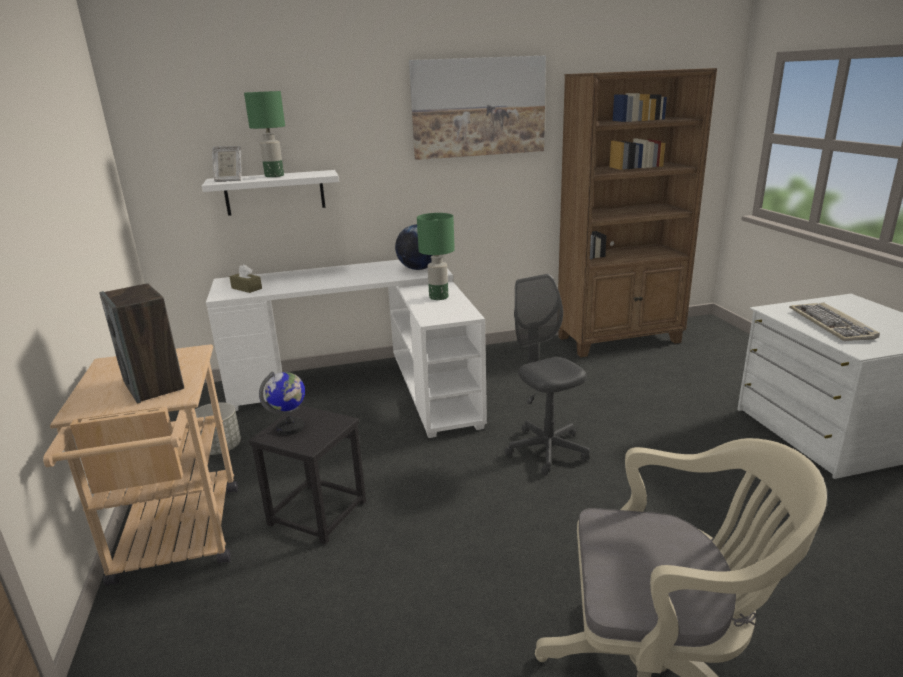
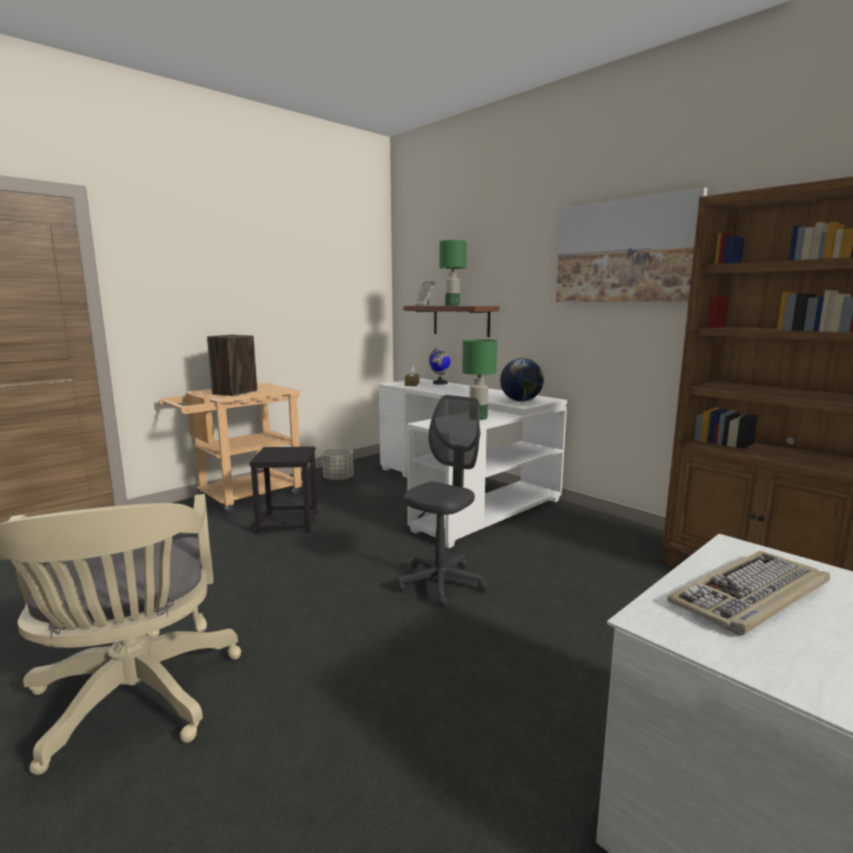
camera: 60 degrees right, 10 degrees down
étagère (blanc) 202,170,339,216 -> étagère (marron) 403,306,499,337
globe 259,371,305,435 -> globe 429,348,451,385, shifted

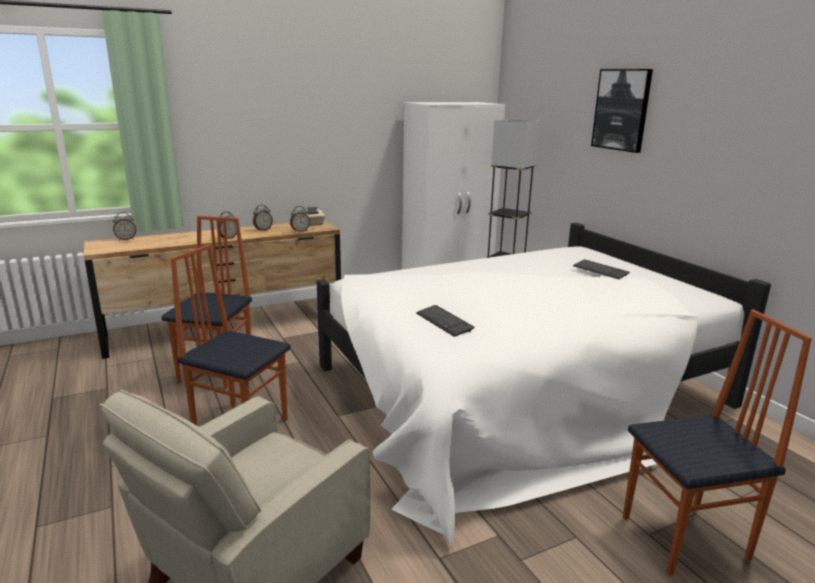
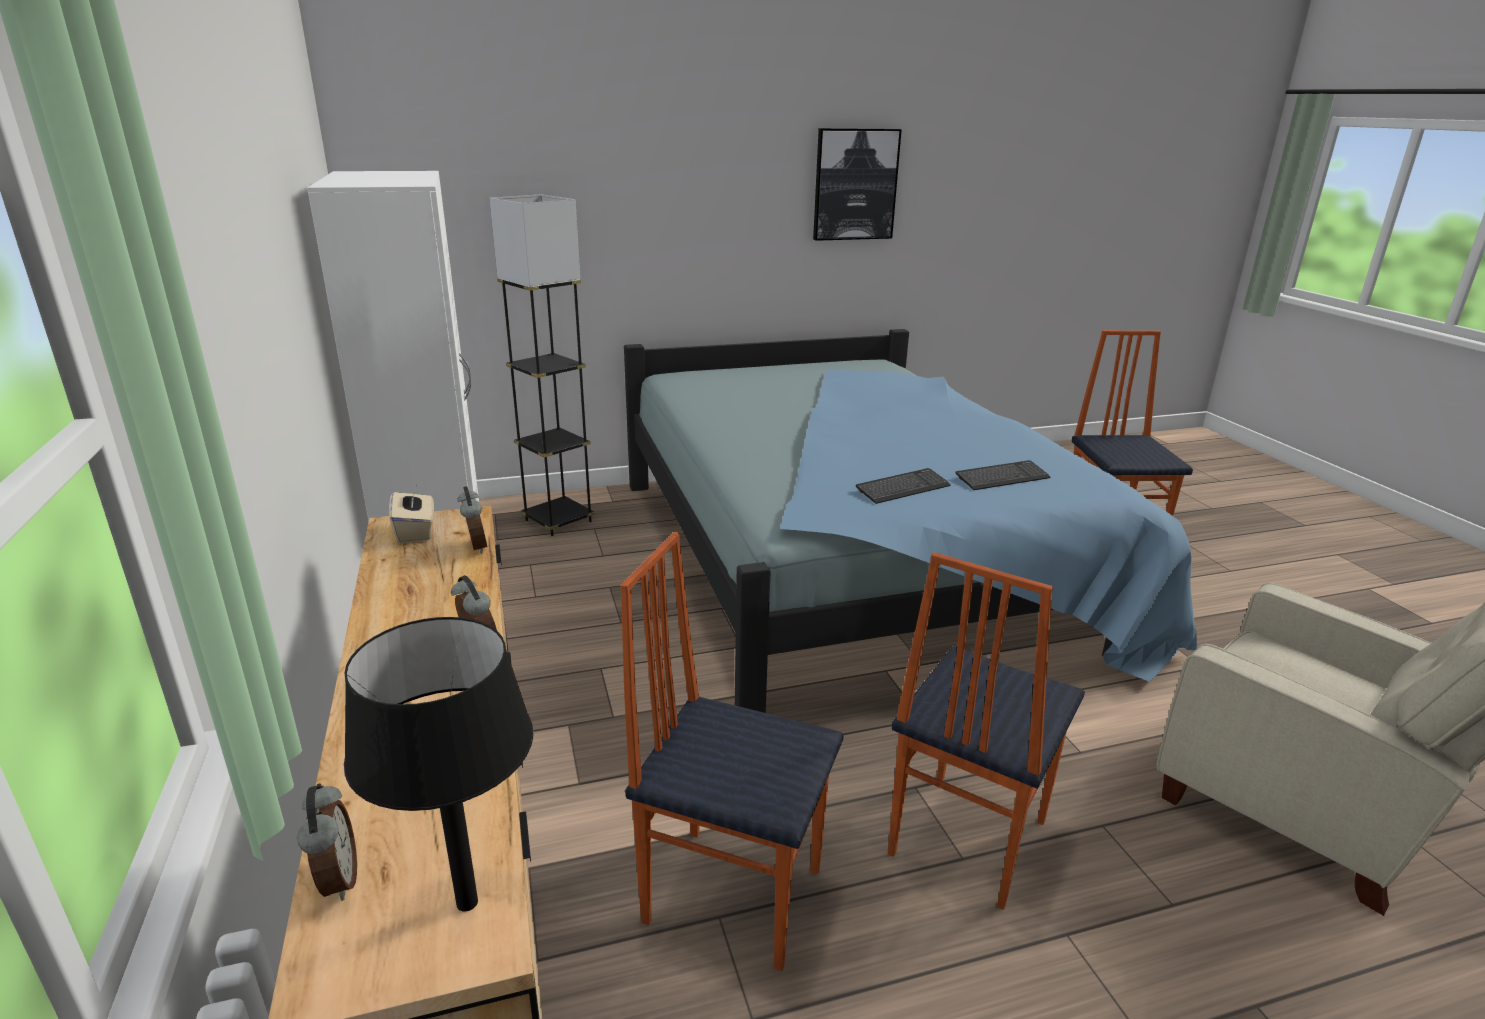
camera: 80 degrees left, 5 degrees up
tableau 591,69,653,153 -> tableau 813,128,902,241, shifted
réveil 253,205,273,231 -> none
lit (blanc) 317,223,771,547 -> lit (bleu) 624,329,1197,713
clavier 573,259,630,279 -> clavier 856,468,951,504, shifted
none -> lampe de table (noir) 344,617,534,912

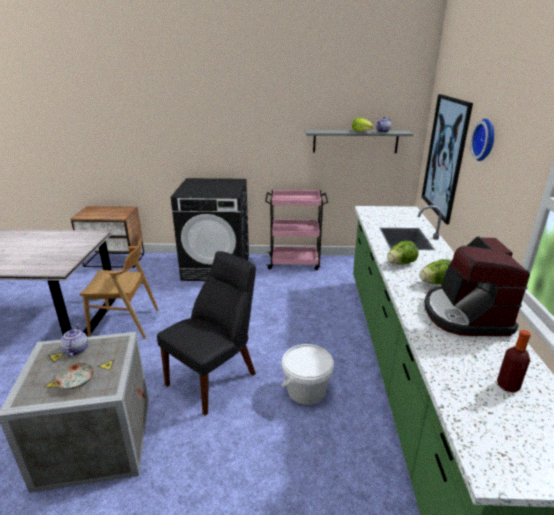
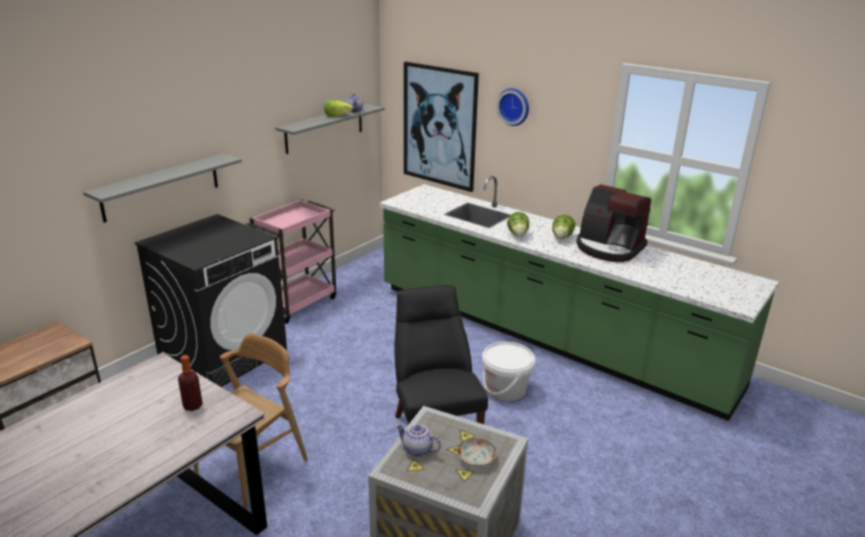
camera: 55 degrees left, 0 degrees up
bouteille 497,330,531,393 -> bouteille 178,355,203,411, shifted
none -> étagère (gris) 83,154,242,223

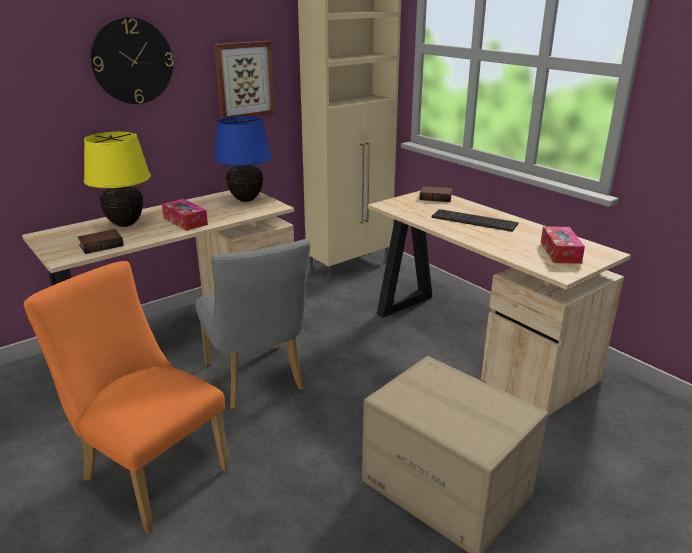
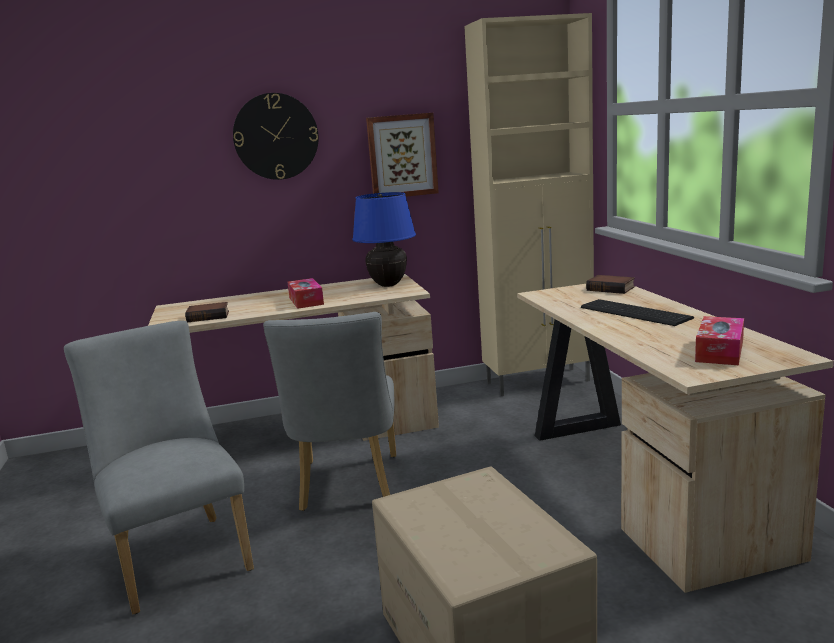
camera: 25 degrees right, 10 degrees down
lampe de table (jaune) 84,132,151,227 -> none
chaise (orange) 24,261,230,533 -> chaise (gris) 64,321,254,614

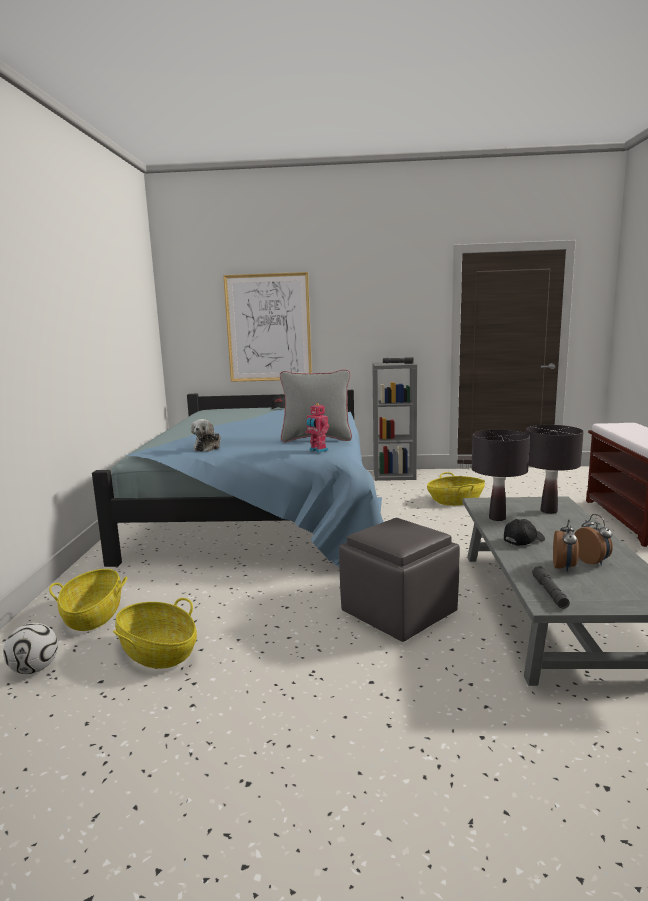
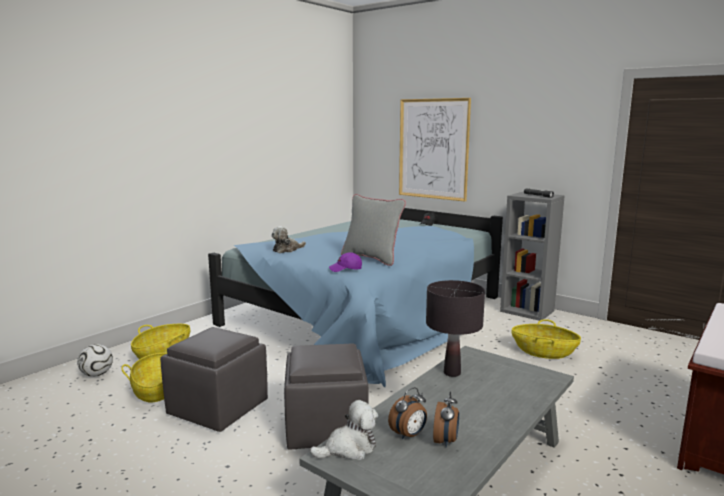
camera: 35 degrees right, 0 degrees up
robot jouet 305,403,329,453 -> casquette (violet) 329,253,362,272
lampe de table (noir) 526,425,584,514 -> none
casquette (noir) 504,519,545,545 -> none
lampe de poche (gris) 532,566,570,609 -> peluche 310,400,378,460
none -> pouf (gris) 160,327,268,432

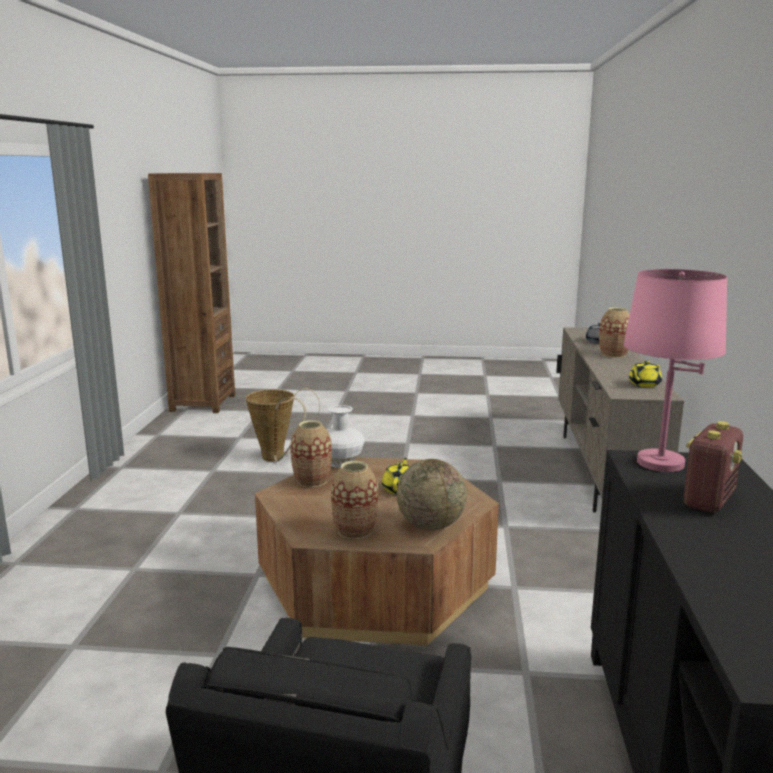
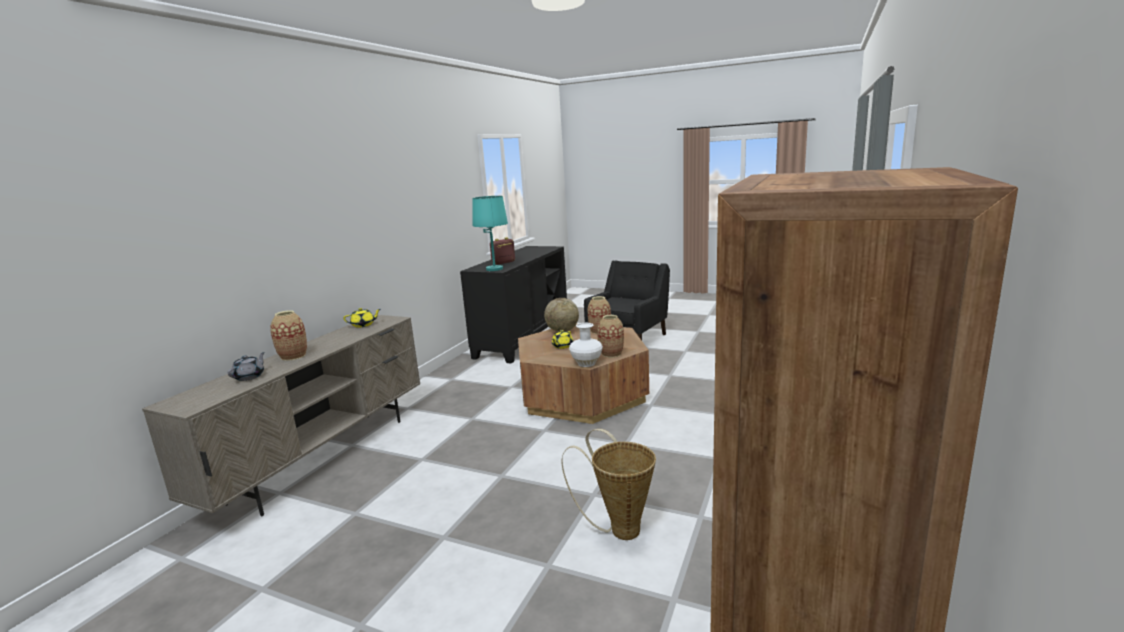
camera: 160 degrees left, 0 degrees up
lampe de table (rose) 623,269,727,472 -> lampe de table (turquoise) 472,196,508,271

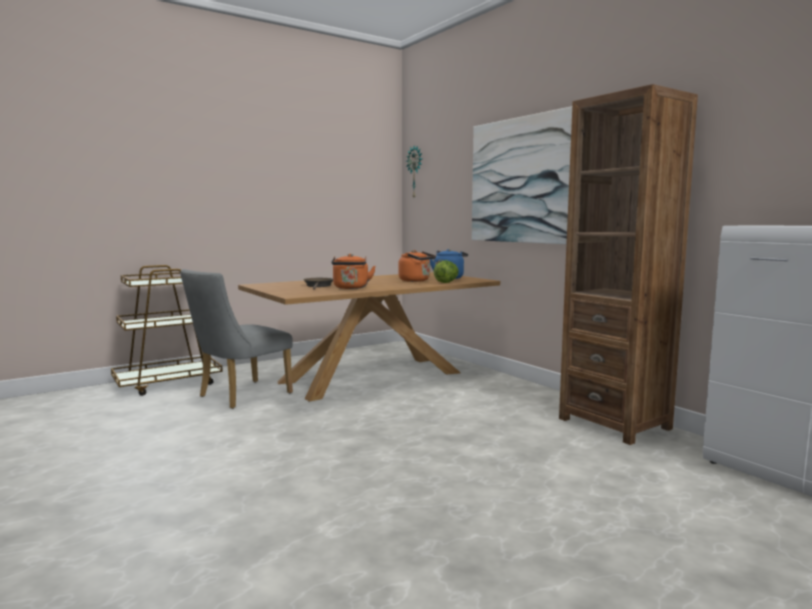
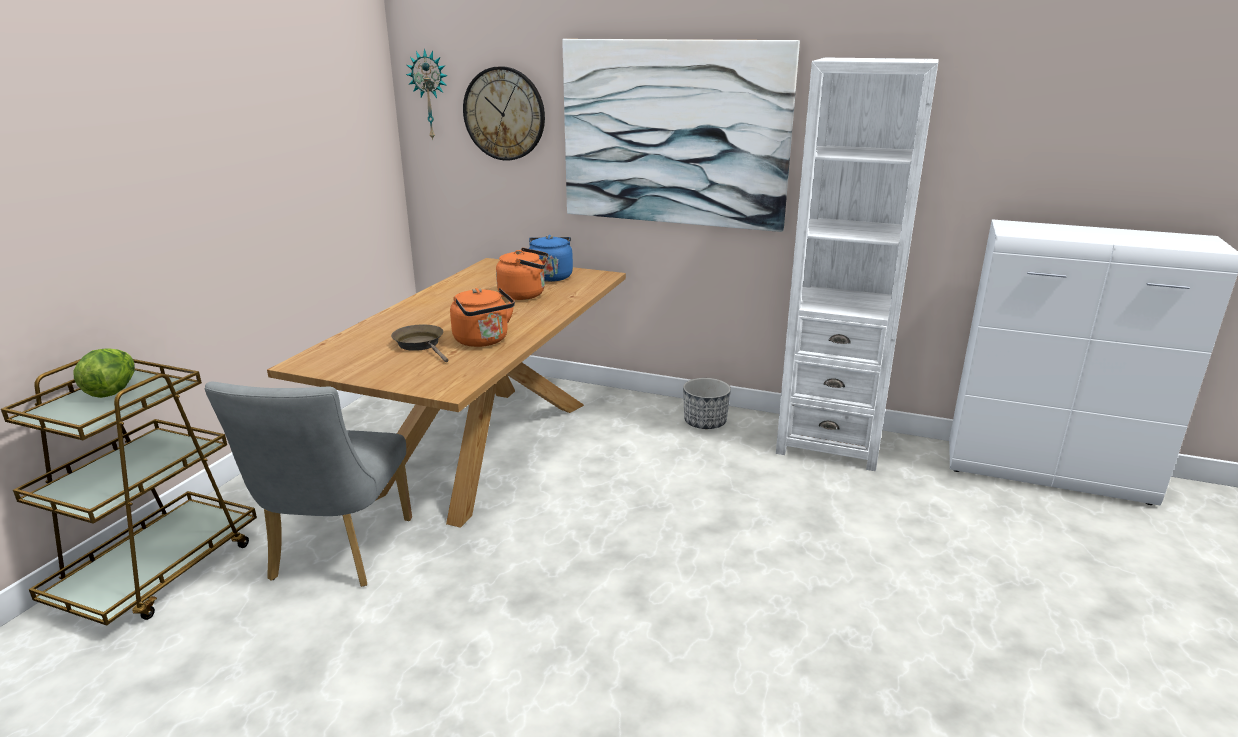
camera: 35 degrees left, 15 degrees up
bibliothèque (marron) 559,84,698,445 -> bibliothèque (blanc) 776,58,939,471
laitue 434,260,459,283 -> laitue 73,348,135,398, shifted
none -> horloge murale 463,66,545,161
none -> cache-pot 683,378,731,429

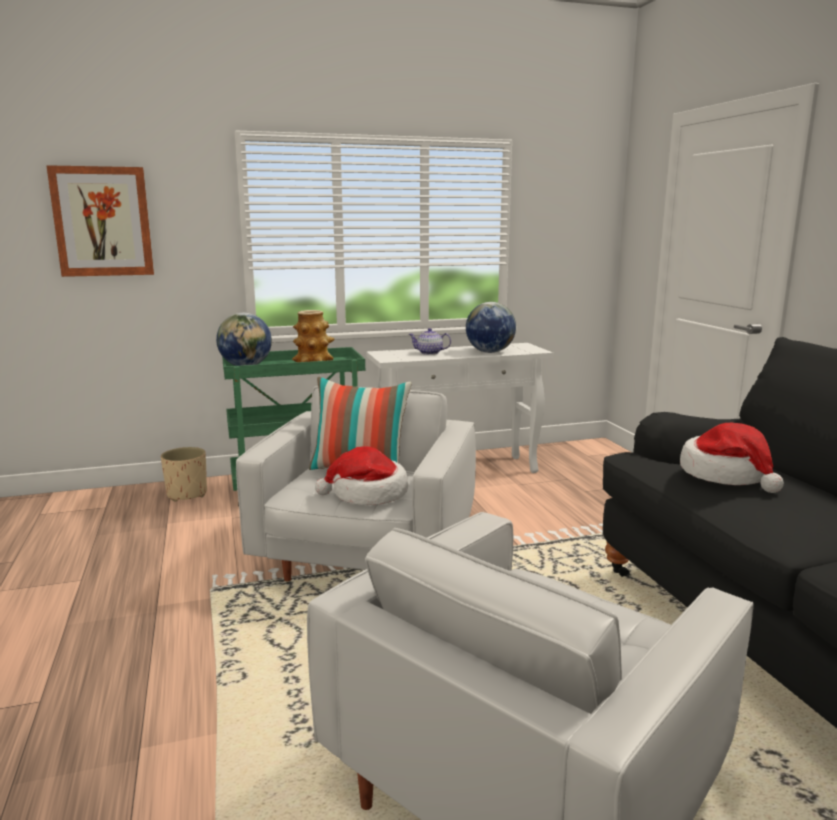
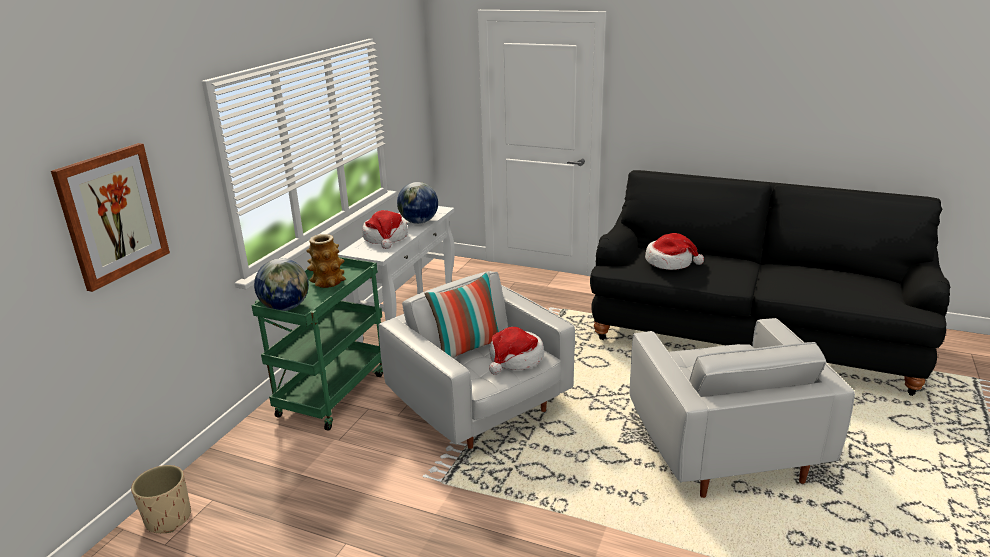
camera: 50 degrees left, 10 degrees up
théière 408,328,451,355 -> chapeau 362,210,408,249
cache-pot (beige) 161,447,207,502 -> cache-pot (beige) 131,465,191,533, shifted

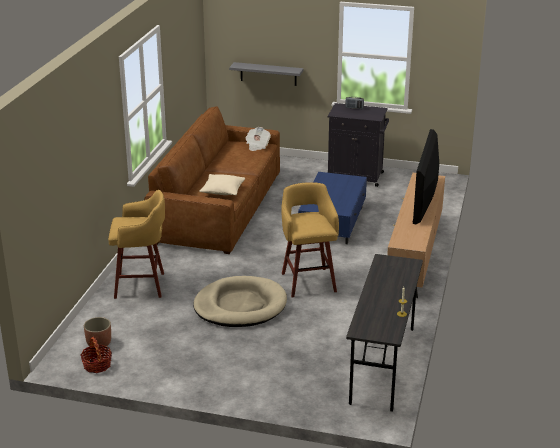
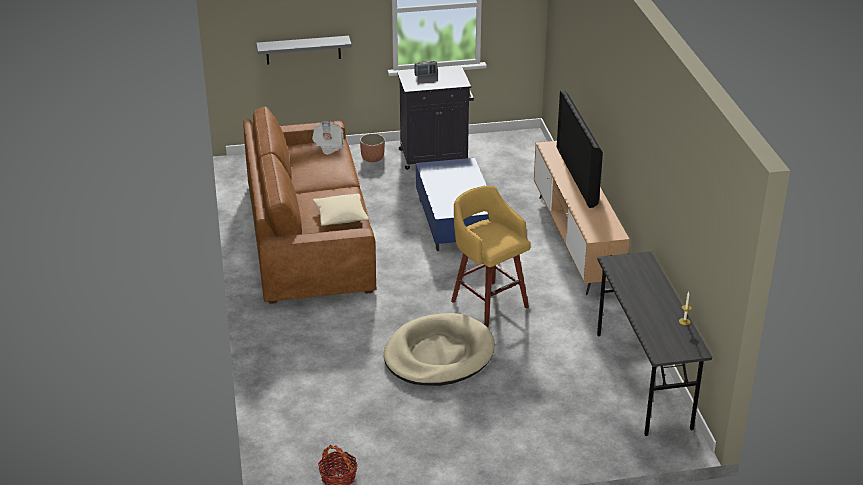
camera: 25 degrees left, 5 degrees up
tabouret (jaune) 108,190,165,299 -> none
cache-pot 84,317,111,347 -> cache-pot 360,134,385,162, shifted

